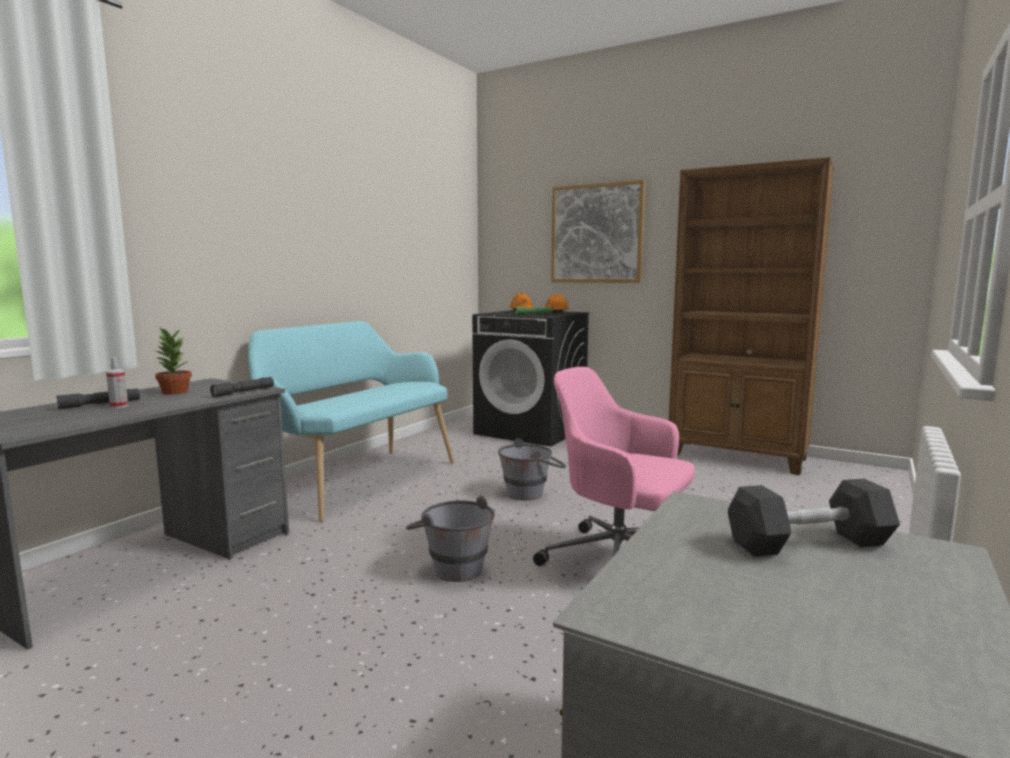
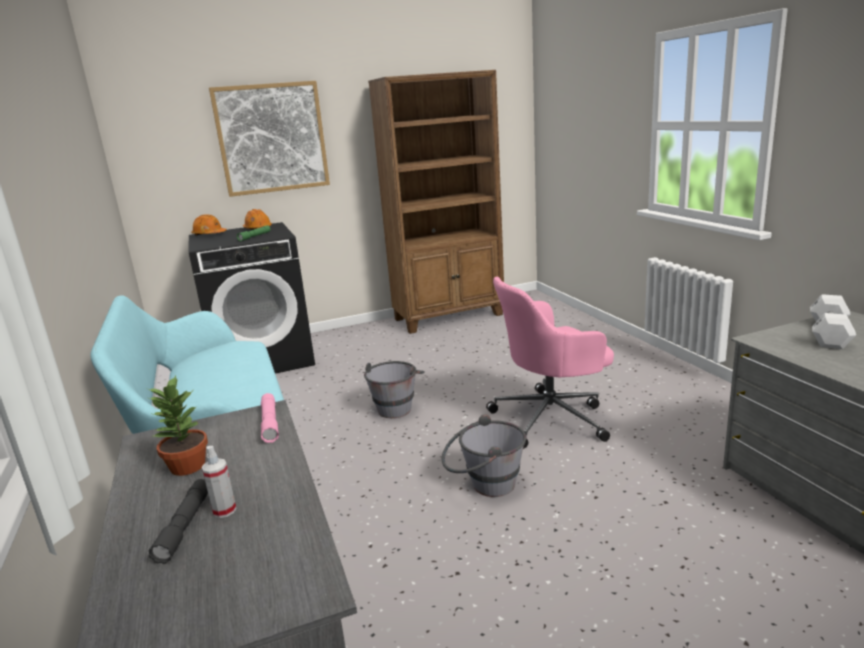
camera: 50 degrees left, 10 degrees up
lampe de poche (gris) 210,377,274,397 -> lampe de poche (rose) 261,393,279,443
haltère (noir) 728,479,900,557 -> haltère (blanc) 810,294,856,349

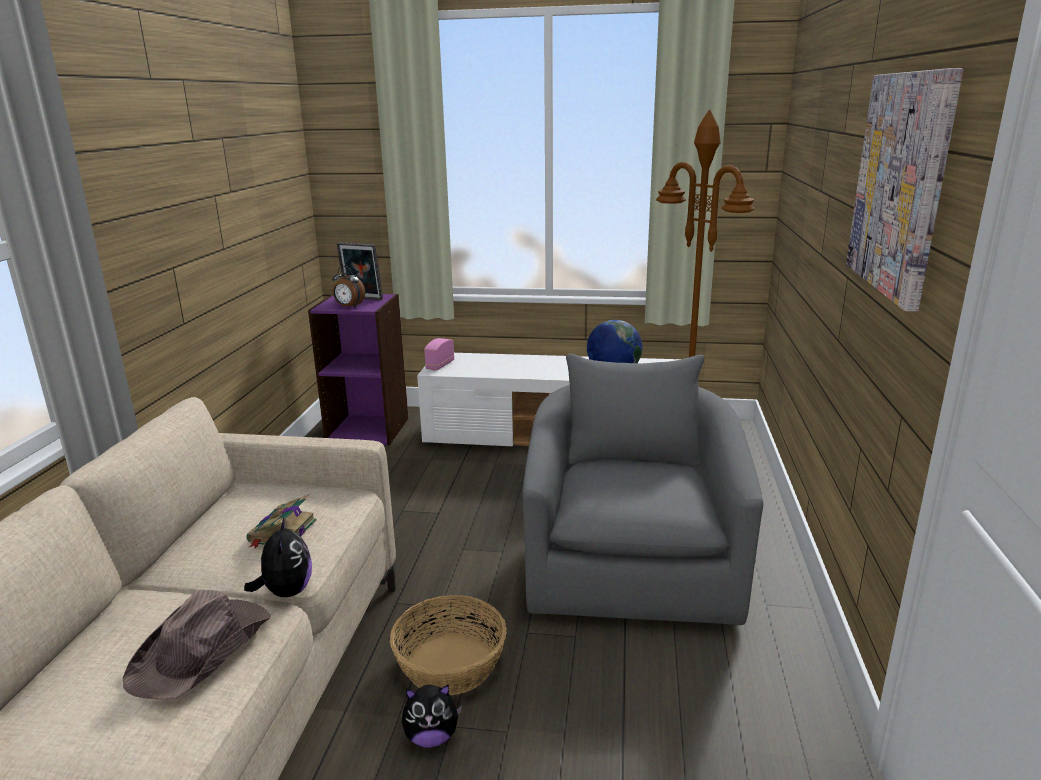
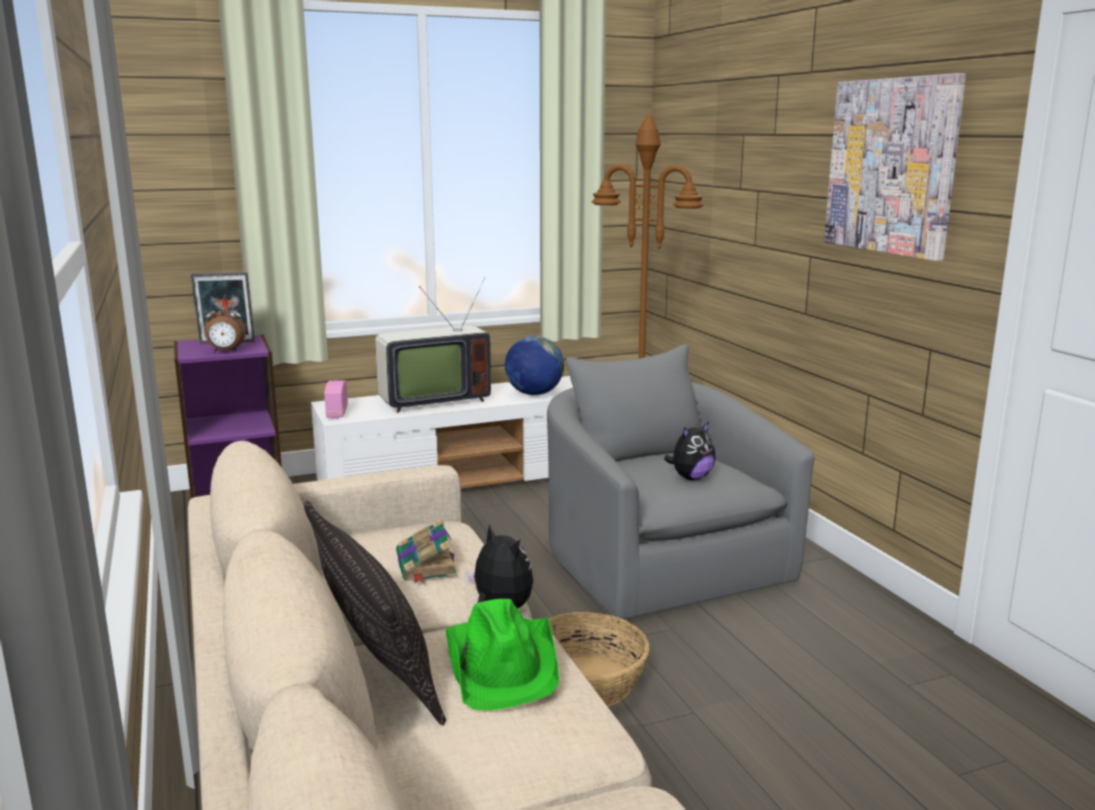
camera: 30 degrees left, 5 degrees down
chapeau (marron) 123,590,271,699 -> chapeau (vert) 445,599,559,710
peluche 402,684,462,748 -> peluche 664,421,716,480, shifted
none -> téléviseur 375,277,491,413
none -> coussin 304,501,446,726

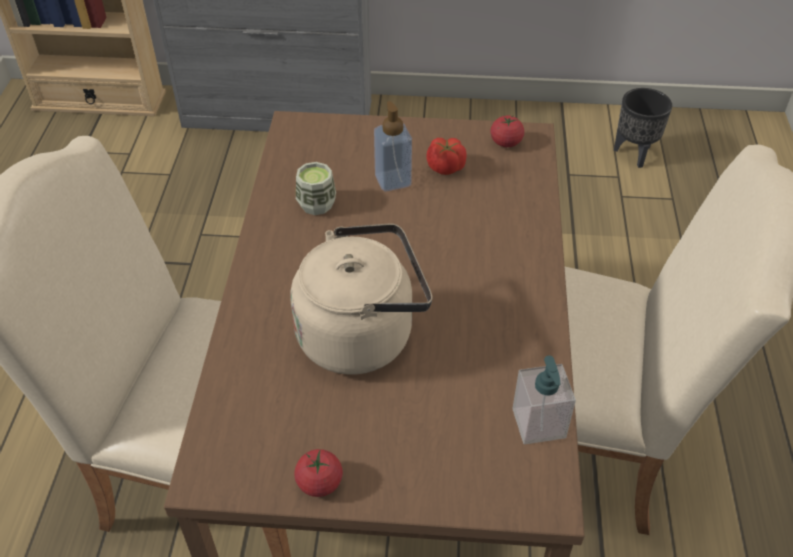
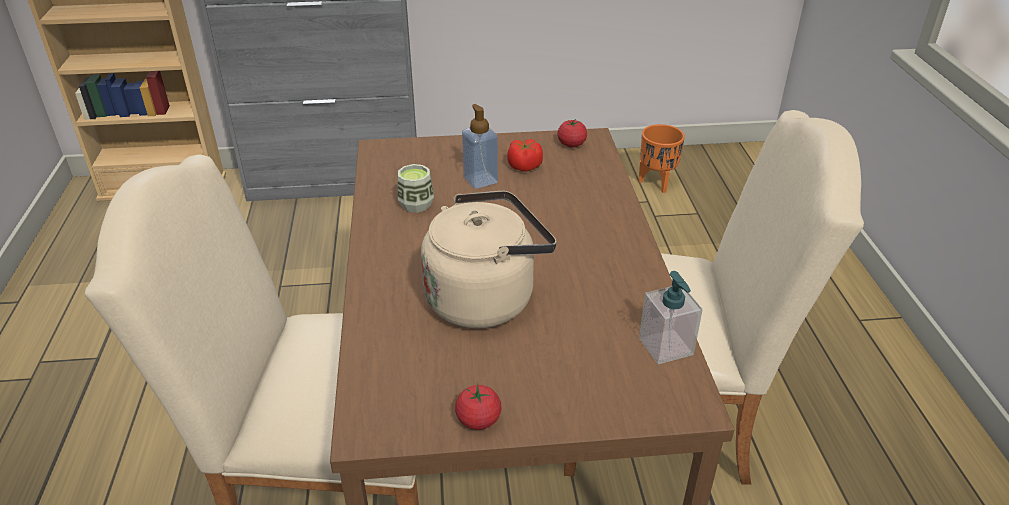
camera: 10 degrees left, 10 degrees down
cache-pot (noir) 614,88,672,168 -> cache-pot (orange) 639,124,685,193

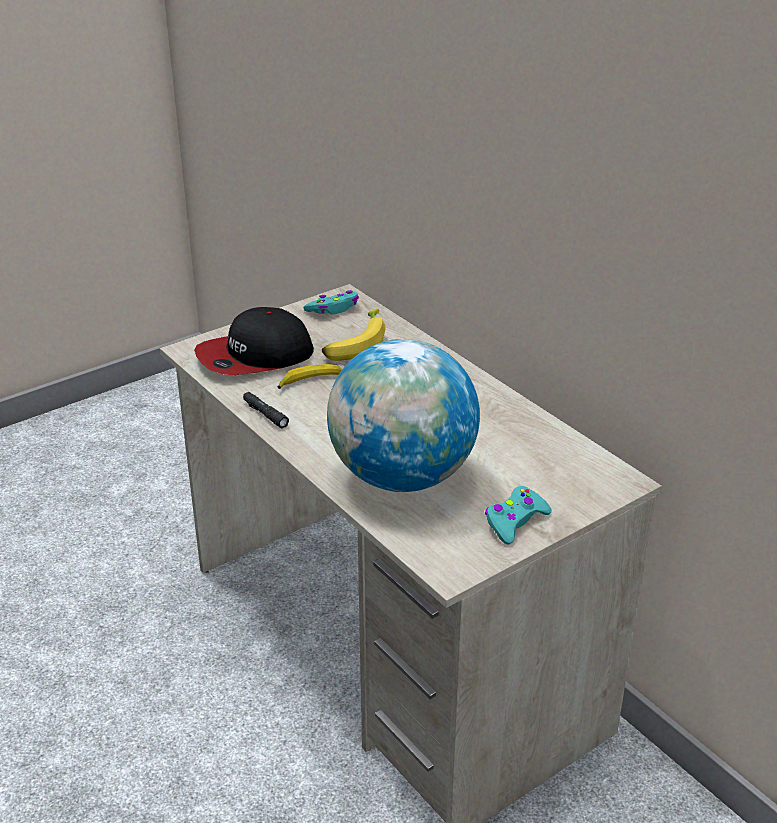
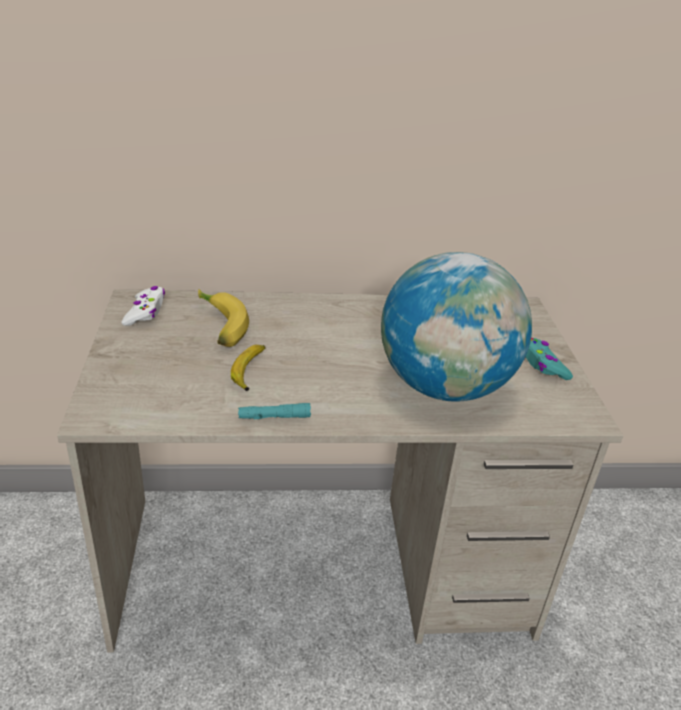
camera: 60 degrees left, 0 degrees up
manette (turquoise) 303,290,359,315 -> manette (blanc) 121,286,165,326
casquette 194,307,314,375 -> none
lampe de poche (noir) 243,392,289,428 -> lampe de poche (turquoise) 238,403,311,419

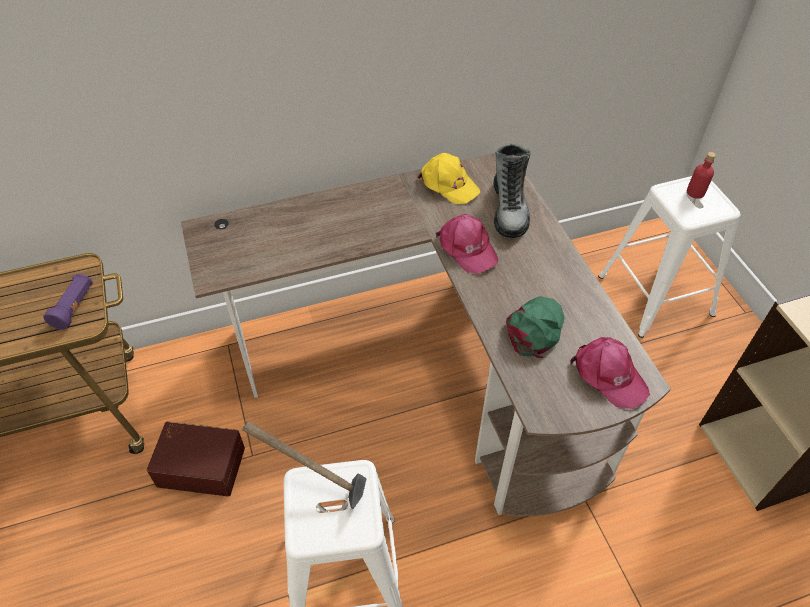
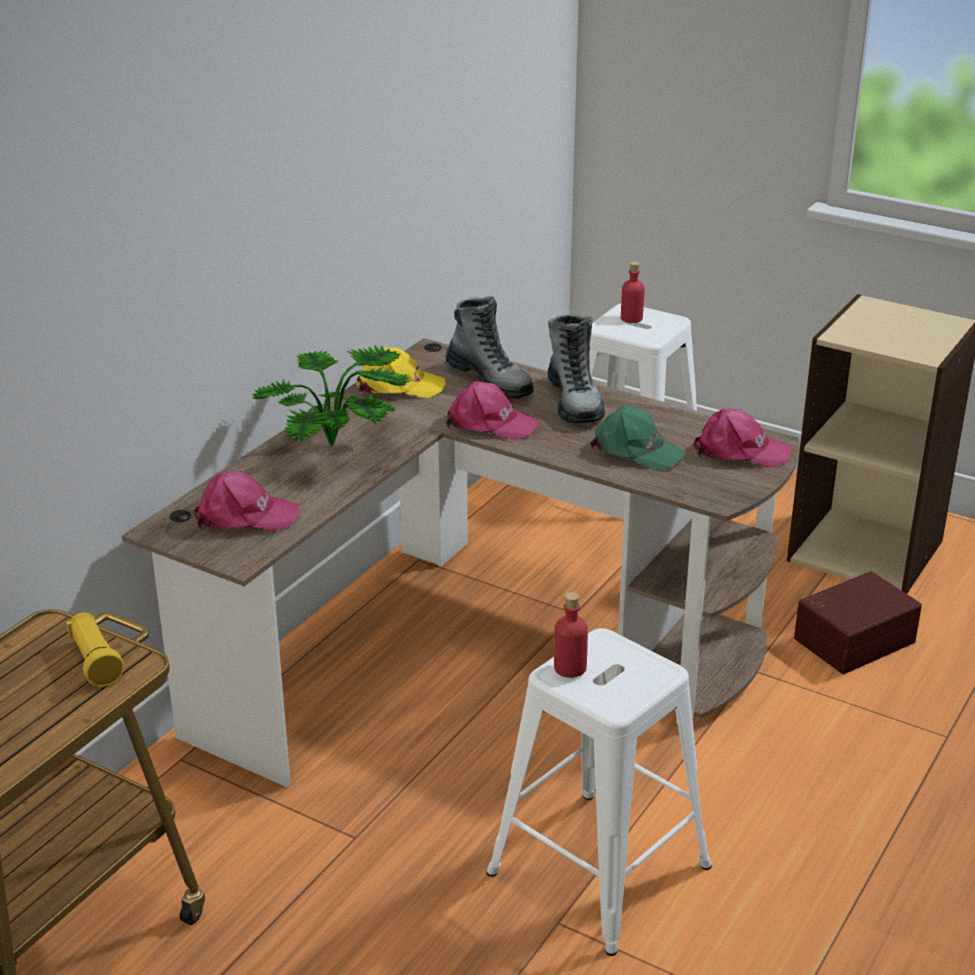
camera: 40 degrees left, 20 degrees down
lampe de poche (violet) 43,274,93,330 -> lampe de poche (jaune) 66,613,124,687
casquette (vert) 506,296,564,358 -> casquette (vert) 591,405,686,470, 135 degrees clockwise
marteau 242,421,367,509 -> bouteille (rouge) 554,592,588,678
boîte de rangement (marron) 147,422,245,496 -> boîte de rangement (marron) 794,571,922,674, shifted
none -> botte 548,314,605,424
none -> plante en pot 252,345,410,446
none -> casquette (rose) 194,472,299,531

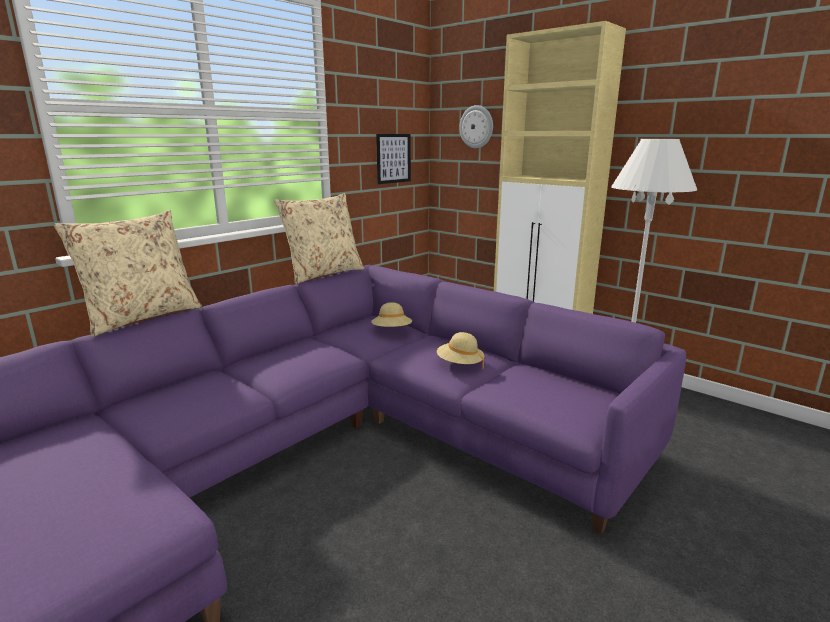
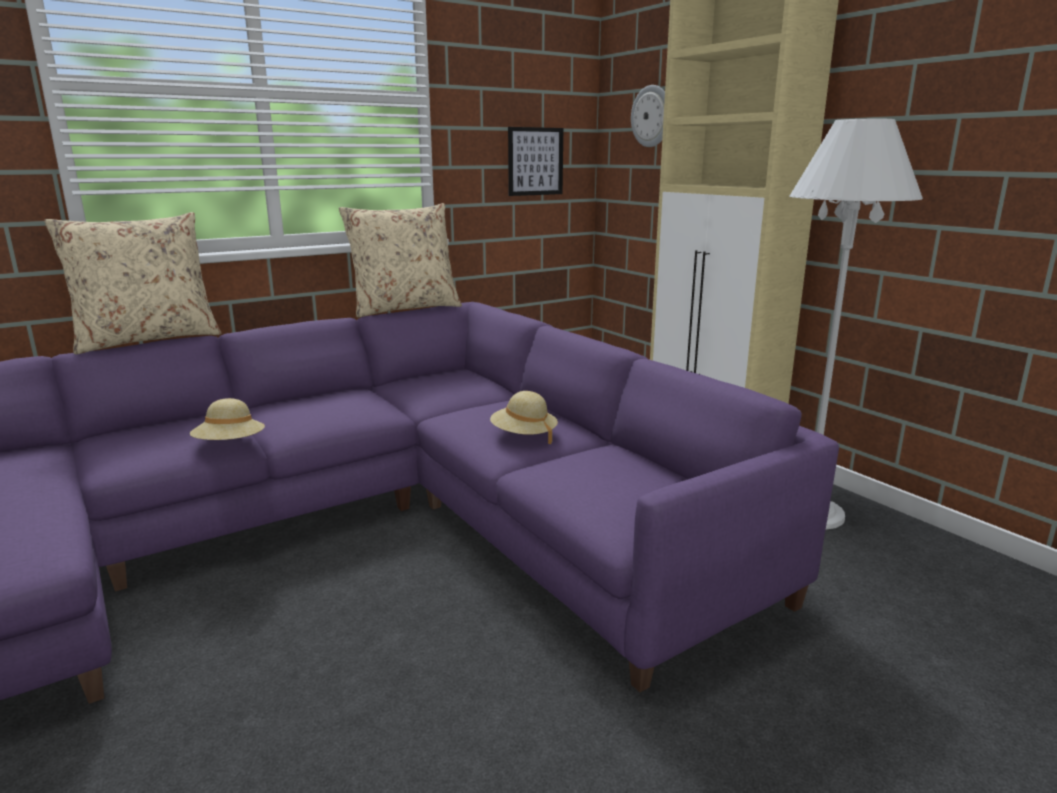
camera: 15 degrees right, 0 degrees up
chapeau (beige) 371,302,412,327 -> chapeau (beige) 190,398,265,440, shifted

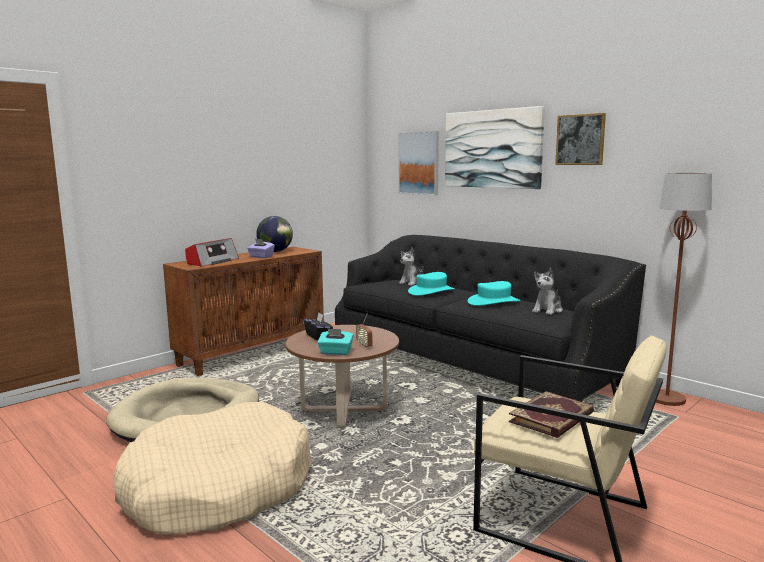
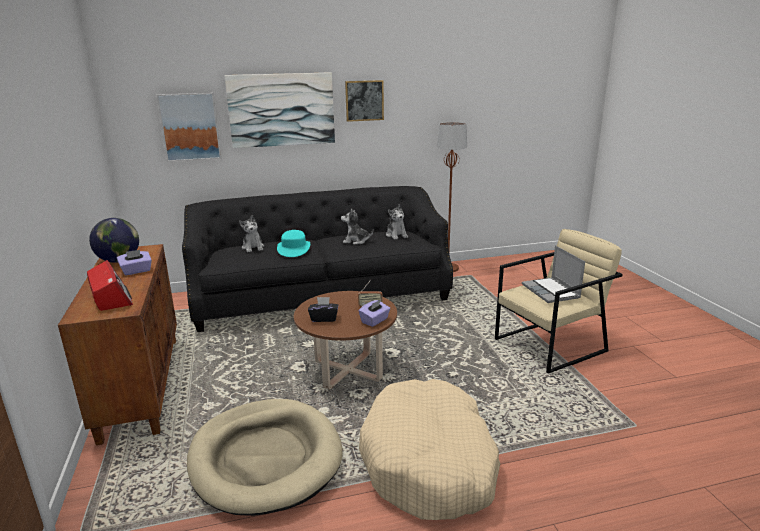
camera: 60 degrees left, 10 degrees up
chapeau (turquoise) 468,281,521,306 -> peluche 341,209,374,245
boîte à mouchoirs (turquoise) 317,328,354,355 -> boîte à mouchoirs (violet) 359,300,390,327
livre 509,391,594,438 -> ordinateur portable 522,245,585,303

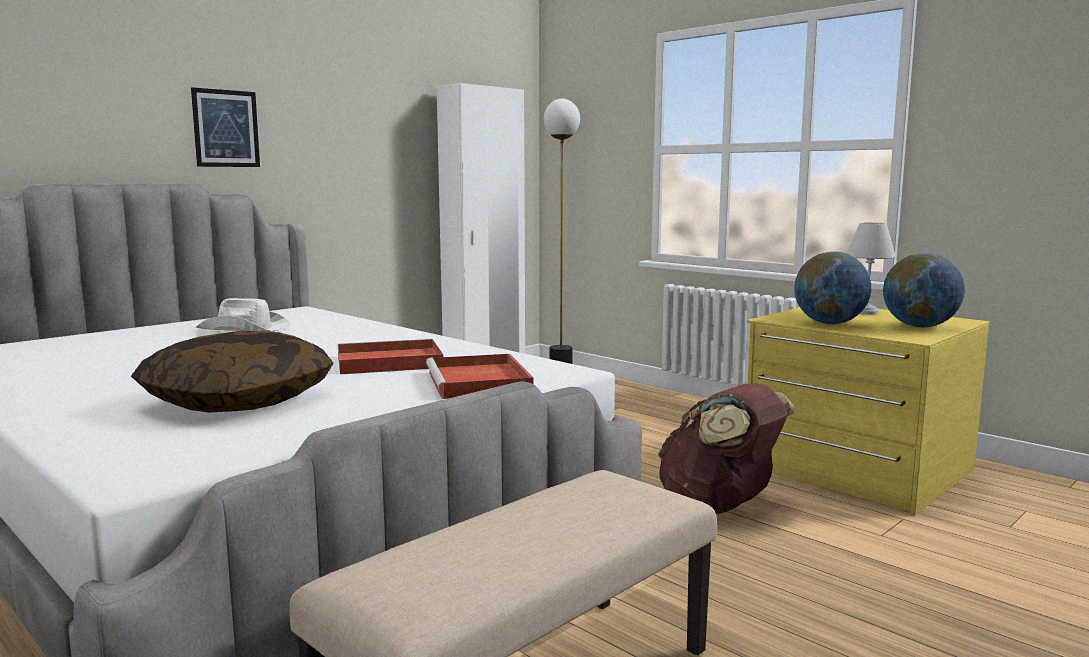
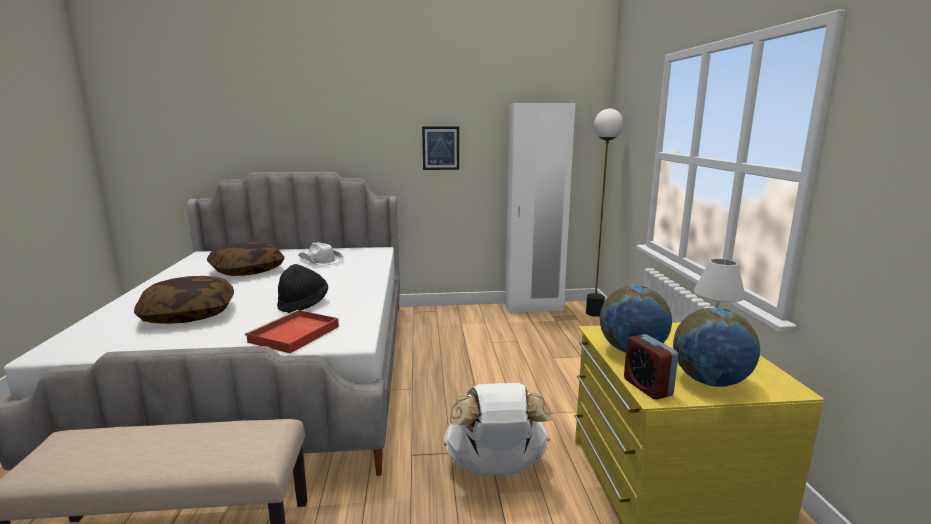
camera: 40 degrees right, 5 degrees up
tableau 191,87,260,167 -> tableau 422,126,459,170, shifted
plateau (rouge) 338,339,443,374 -> chapeau (noir) 277,264,328,313
sac à dos (marron) 658,383,796,514 -> sac à dos (blanc) 444,383,552,476
none -> coussin 207,242,285,276
none -> réveil 624,334,678,400

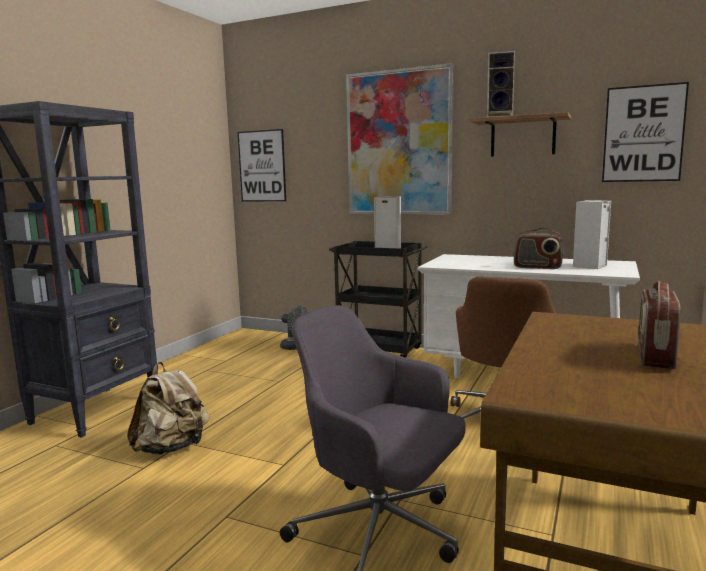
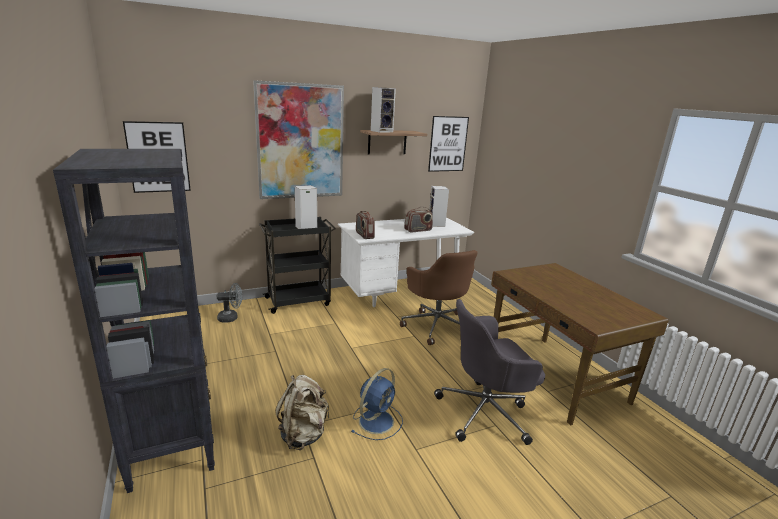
camera: 50 degrees left, 10 degrees up
radio 638,281,680,369 -> radio 356,211,375,239, shifted
none -> ventilateur (bleu) 351,368,403,440

